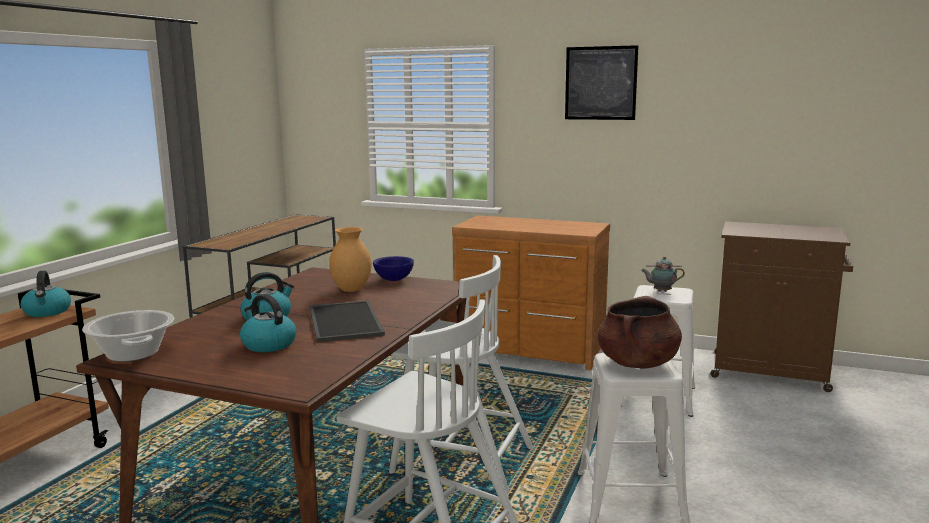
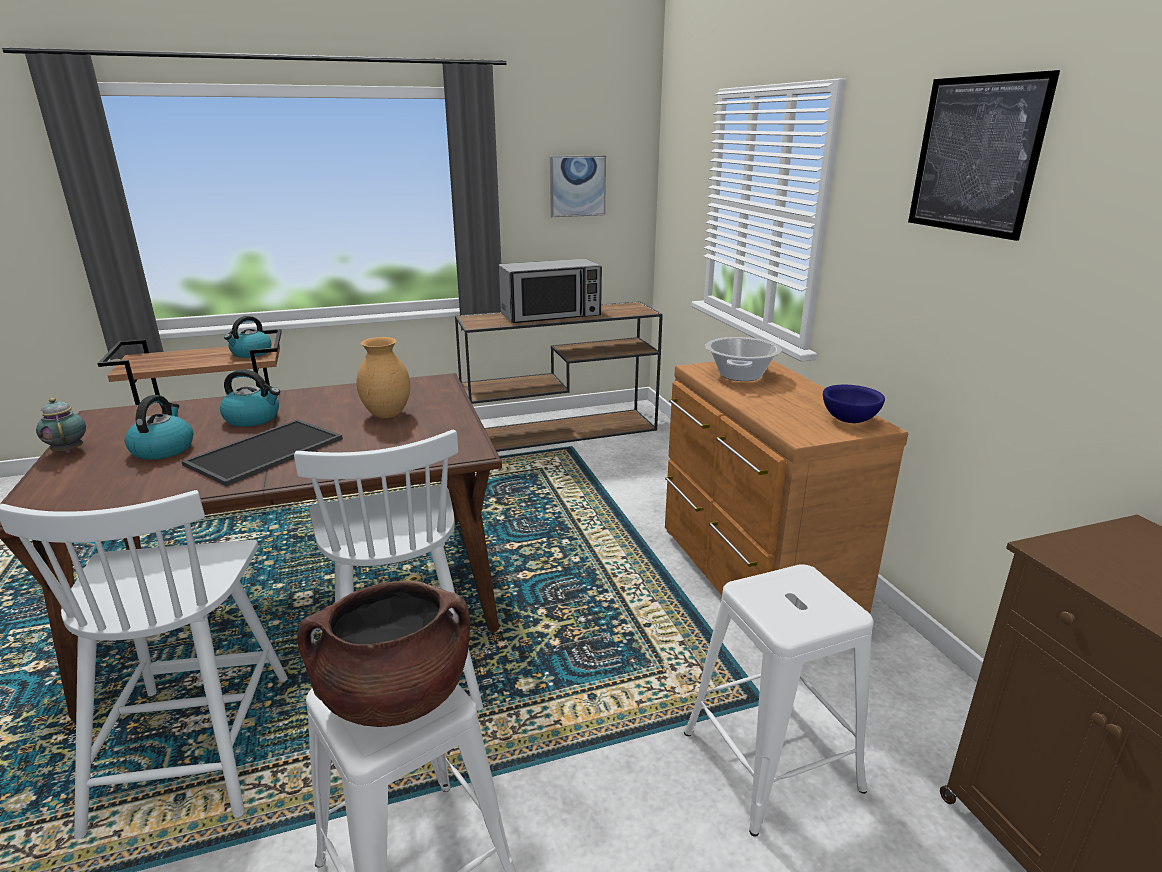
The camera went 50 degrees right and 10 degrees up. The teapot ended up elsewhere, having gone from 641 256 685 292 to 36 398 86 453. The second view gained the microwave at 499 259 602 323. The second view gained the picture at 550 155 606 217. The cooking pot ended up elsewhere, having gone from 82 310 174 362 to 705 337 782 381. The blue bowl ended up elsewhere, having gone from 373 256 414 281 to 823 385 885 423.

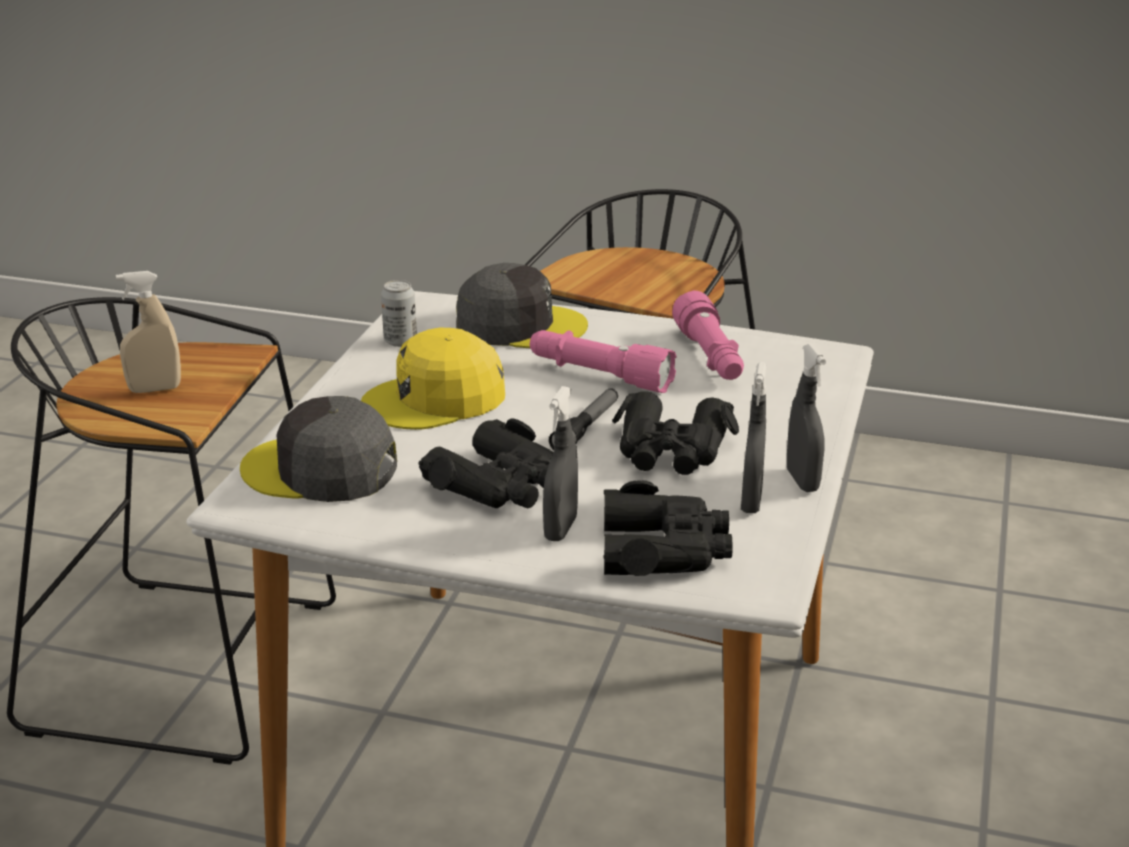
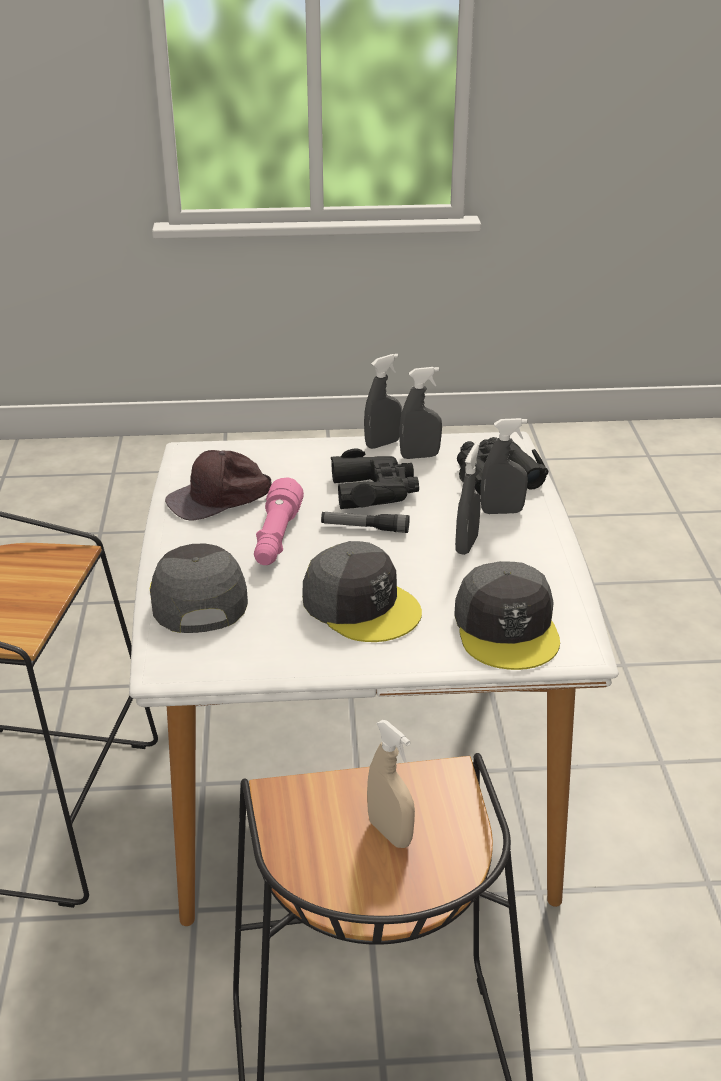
The camera went 110 degrees left and 5 degrees up. Where the pink flashlight stood at 672 291 744 380, the brown cap came to stand at 165 450 272 521. What was the yellow cap at 361 328 505 430 turned into the grey cap at 302 541 422 642. Where the black binoculars stood at 418 418 554 508, the grey spray bottle came to stand at 455 442 481 555. The second view lost the can at 381 280 417 347.

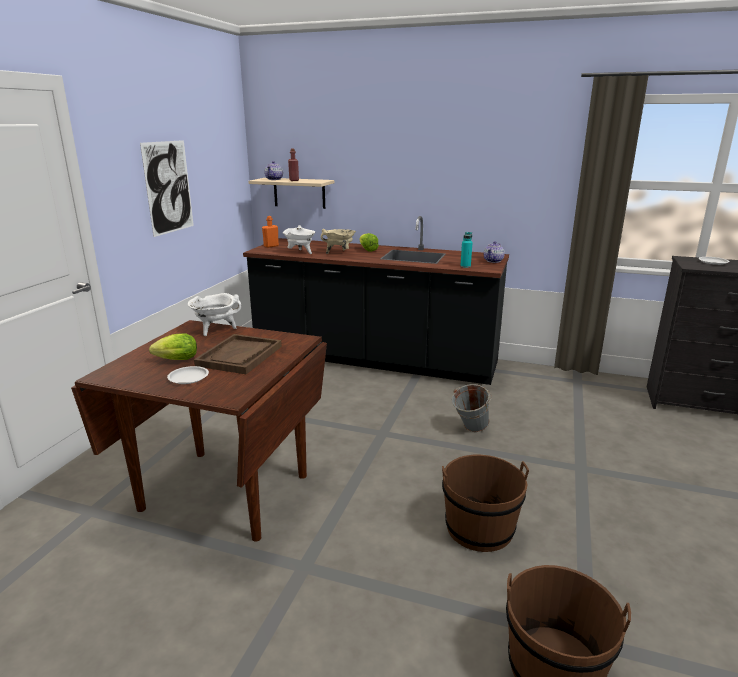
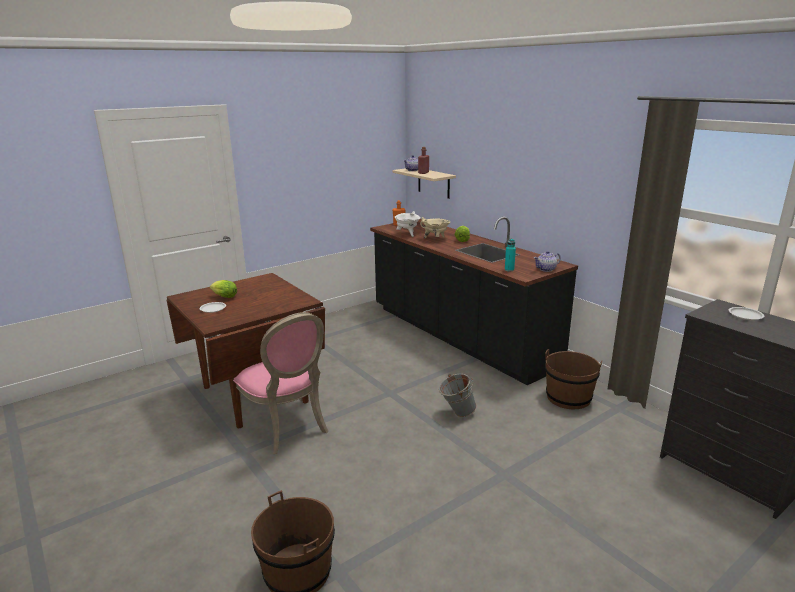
The camera went 35 degrees right and 0 degrees up. The second view gained the pink chair at 233 312 328 454. The brown bucket ended up elsewhere, having gone from 442 455 529 552 to 545 349 602 409. The second view lost the picture at 140 140 194 237. The second view lost the white cooking pot at 188 293 241 336. The second view lost the brown tray at 194 334 282 374.

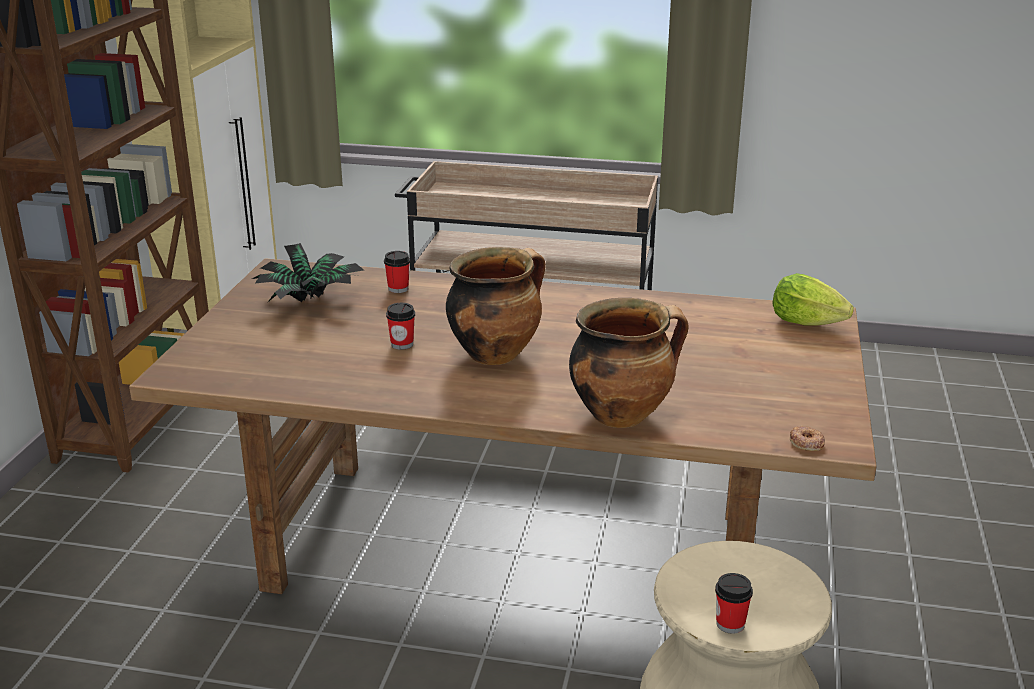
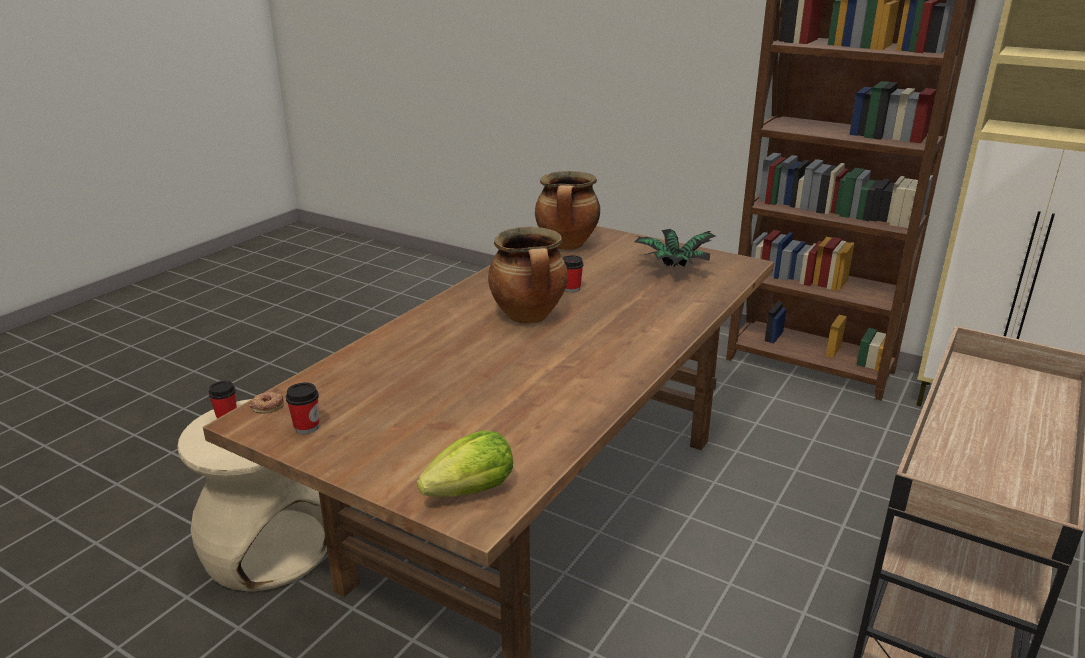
The camera went 110 degrees right and 0 degrees up. The cup ended up elsewhere, having gone from 384 251 410 293 to 286 383 319 434. The cooking pot ended up elsewhere, having gone from 569 298 689 428 to 535 171 600 250.

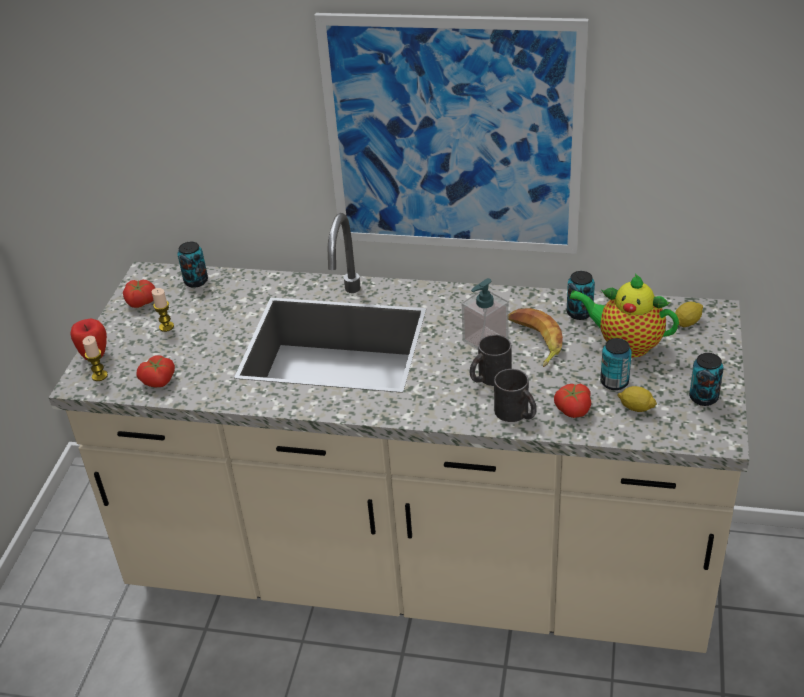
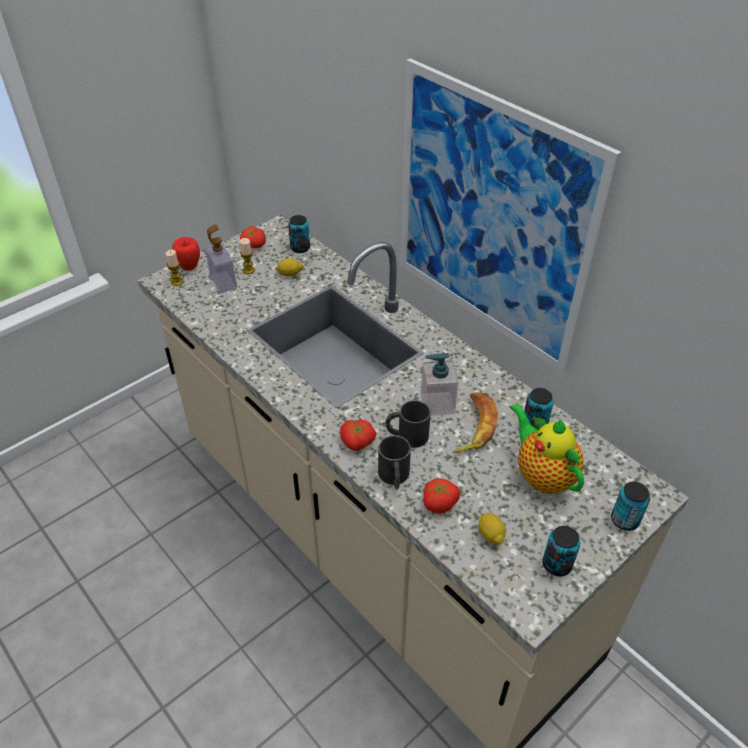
The camera went 35 degrees right and 5 degrees up. The second view gained the soap dispenser at 205 224 237 293. The lemon ended up elsewhere, having gone from 675 302 703 327 to 275 258 304 276. The tomato ended up elsewhere, having gone from 136 355 175 387 to 340 419 377 451. The can ended up elsewhere, having gone from 600 338 632 390 to 611 482 650 531.

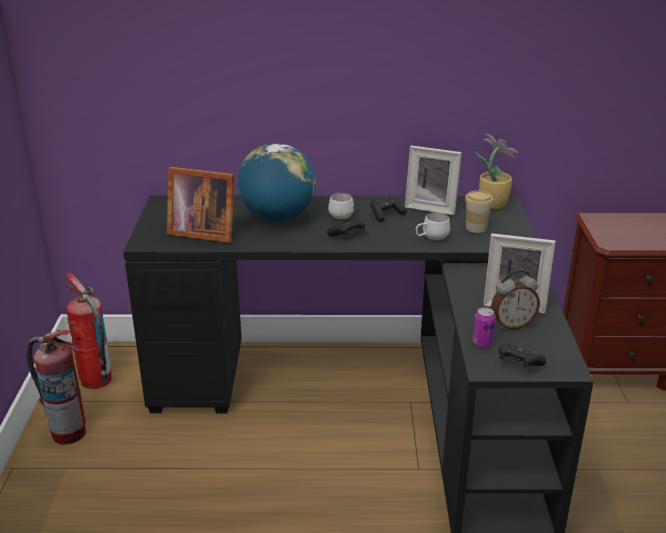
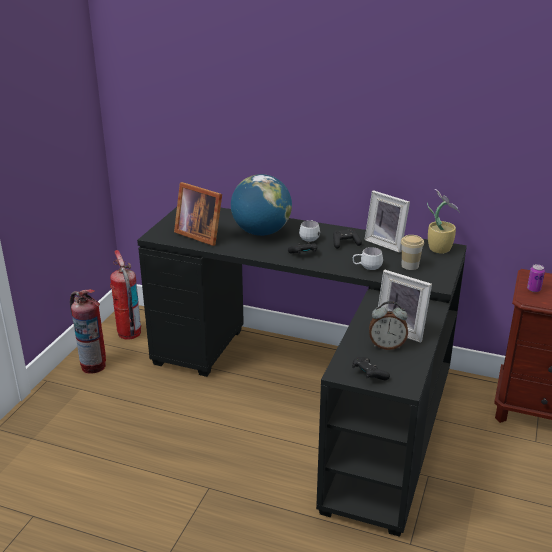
The camera went 20 degrees right and 0 degrees up. The can ended up elsewhere, having gone from 473 307 496 348 to 527 264 545 292.

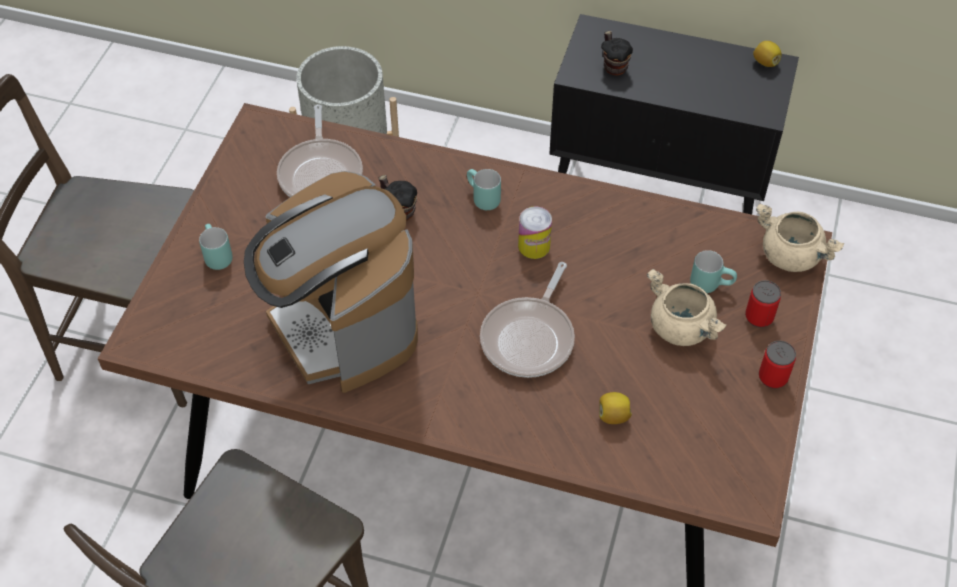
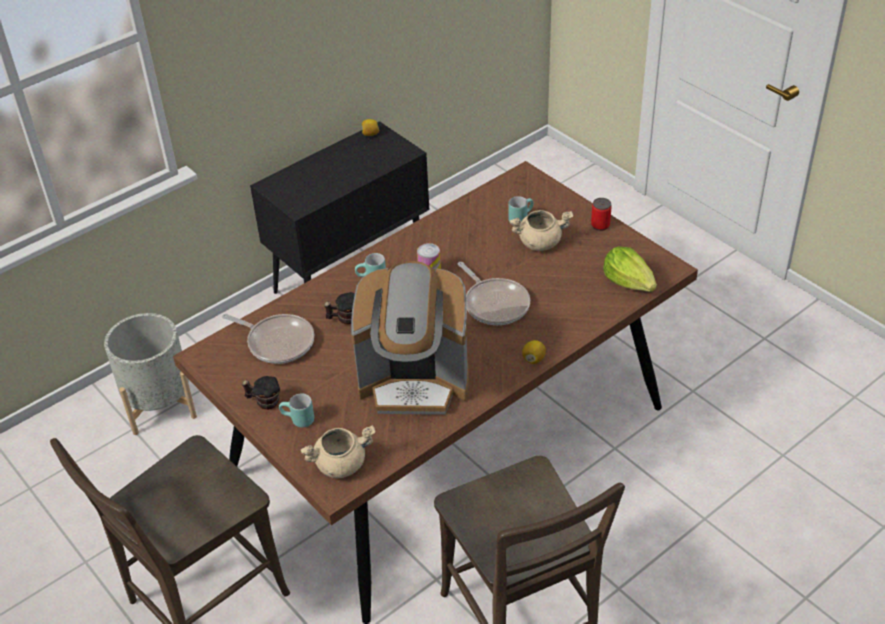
The camera went 55 degrees left and 10 degrees down. The mug ended up elsewhere, having gone from 601 31 633 76 to 242 376 280 410. The beige cooking pot ended up elsewhere, having gone from 756 204 845 272 to 301 425 376 478. The lemon ended up elsewhere, having gone from 599 392 632 424 to 522 340 546 364. The second view gained the lettuce at 603 246 657 292. The second view lost the can at 745 280 781 328.

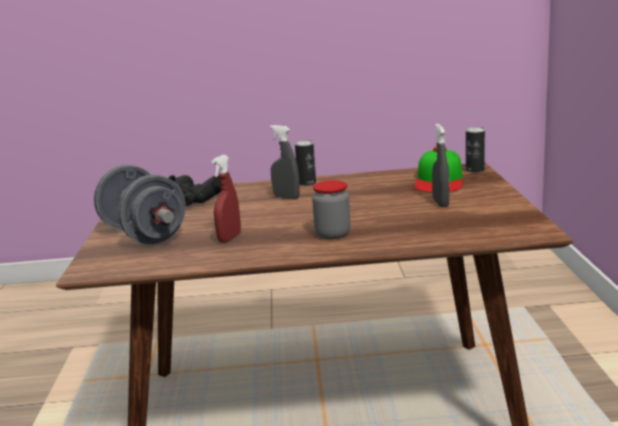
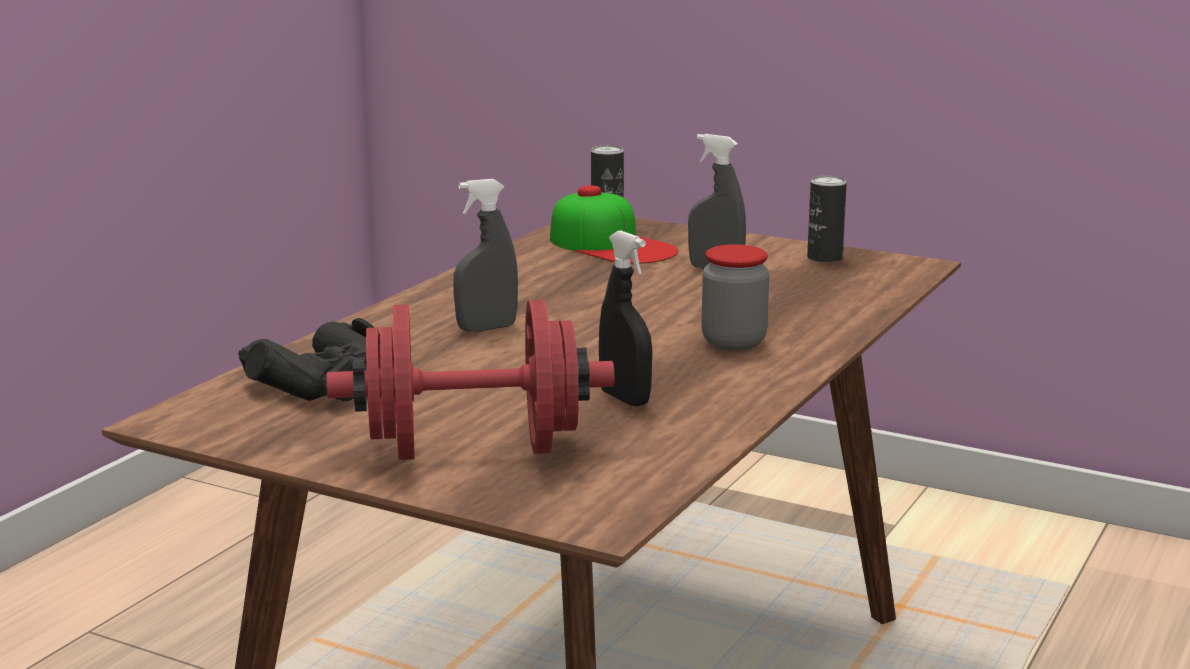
The camera went 60 degrees left and 0 degrees up. What was the grey dumbbell at 94 165 186 245 turned into the red dumbbell at 326 300 615 460. What was the red spray bottle at 211 155 241 243 turned into the black spray bottle at 599 230 652 406. The can ended up elsewhere, having gone from 295 140 316 186 to 807 175 847 263.

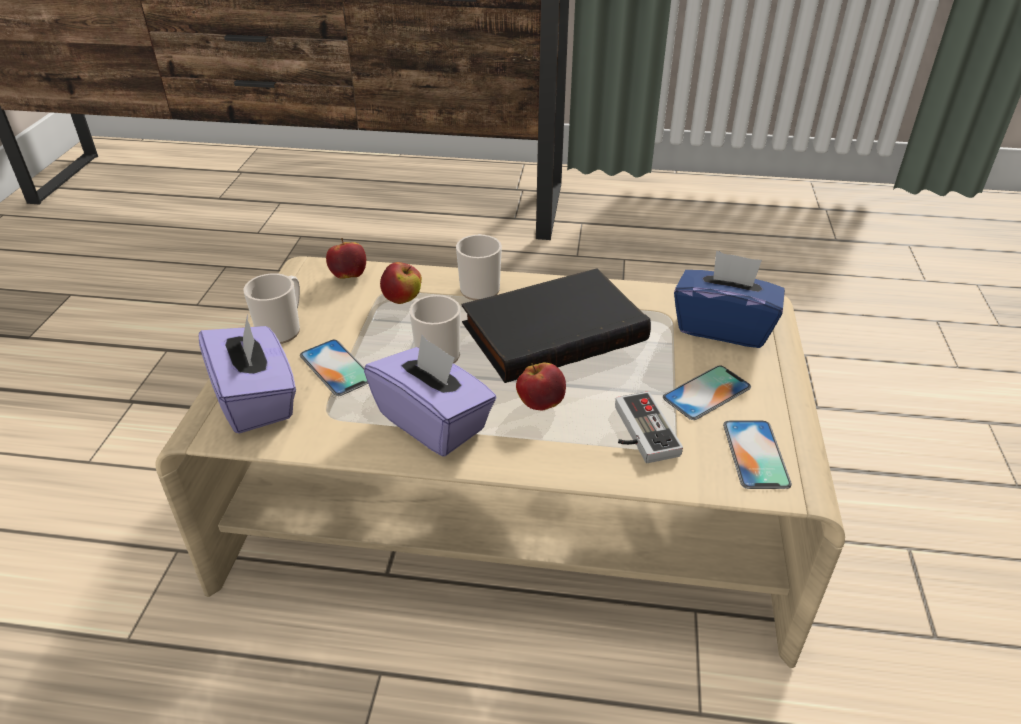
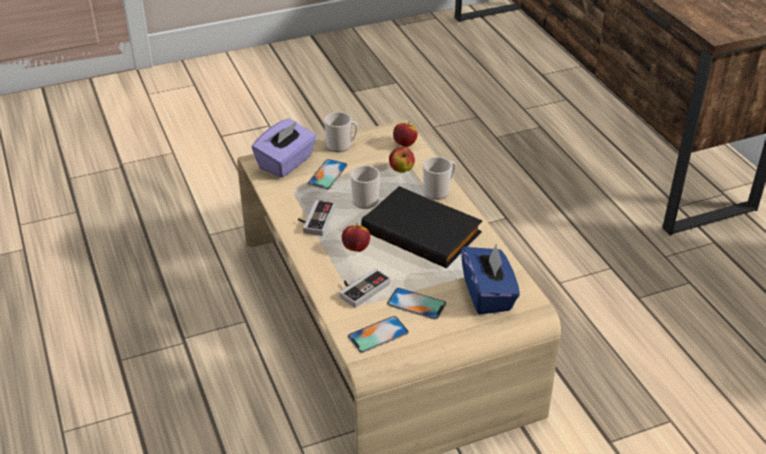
The camera went 60 degrees right and 0 degrees up. Where the purple tissue box stood at 364 335 497 457, the game controller came to stand at 298 200 335 236.

